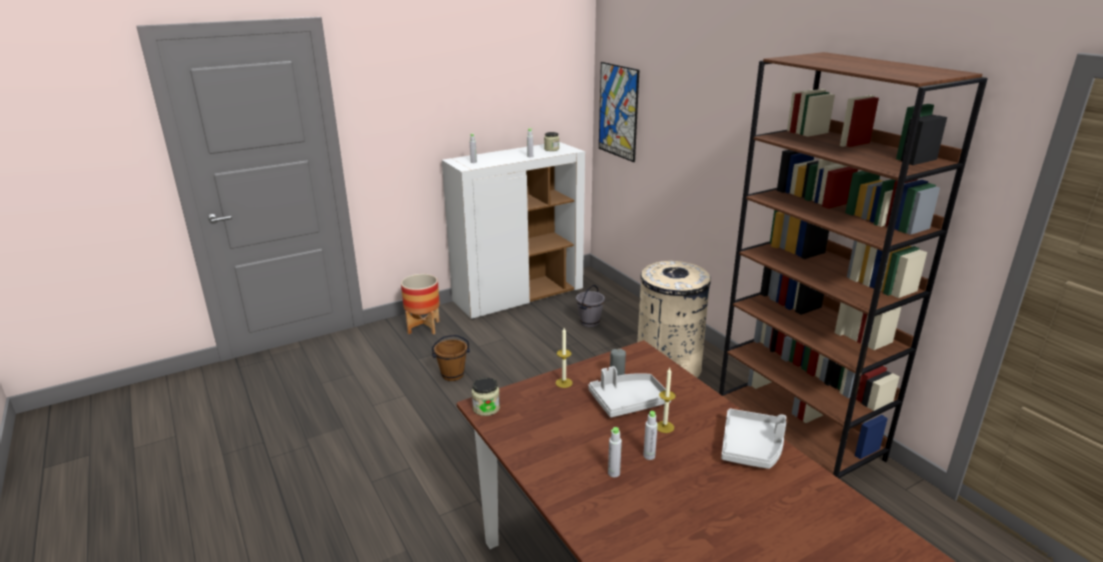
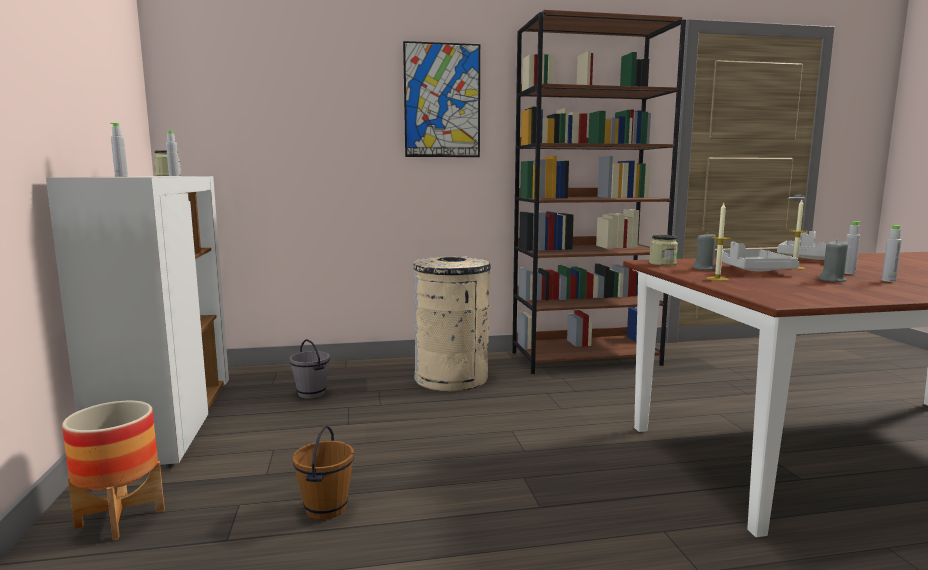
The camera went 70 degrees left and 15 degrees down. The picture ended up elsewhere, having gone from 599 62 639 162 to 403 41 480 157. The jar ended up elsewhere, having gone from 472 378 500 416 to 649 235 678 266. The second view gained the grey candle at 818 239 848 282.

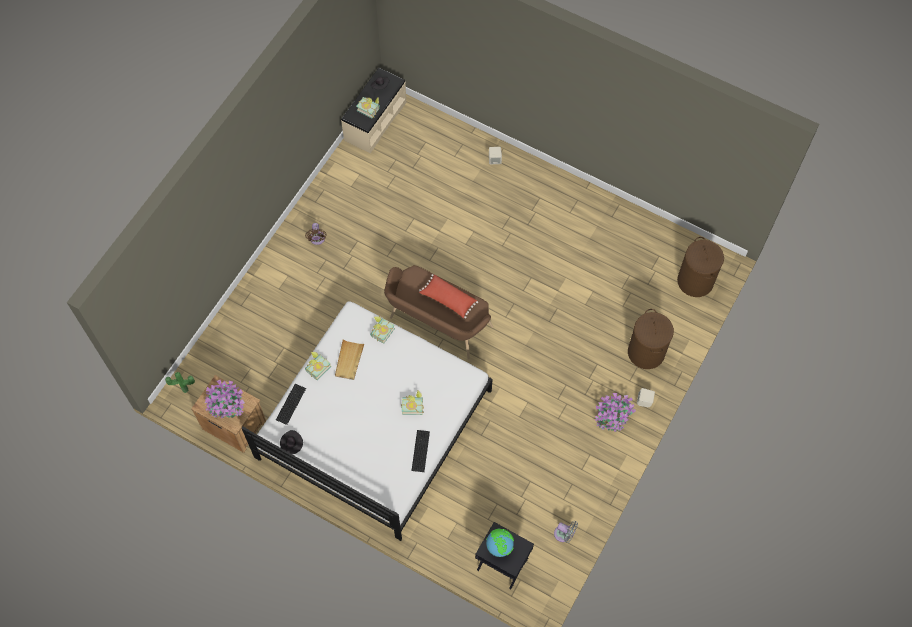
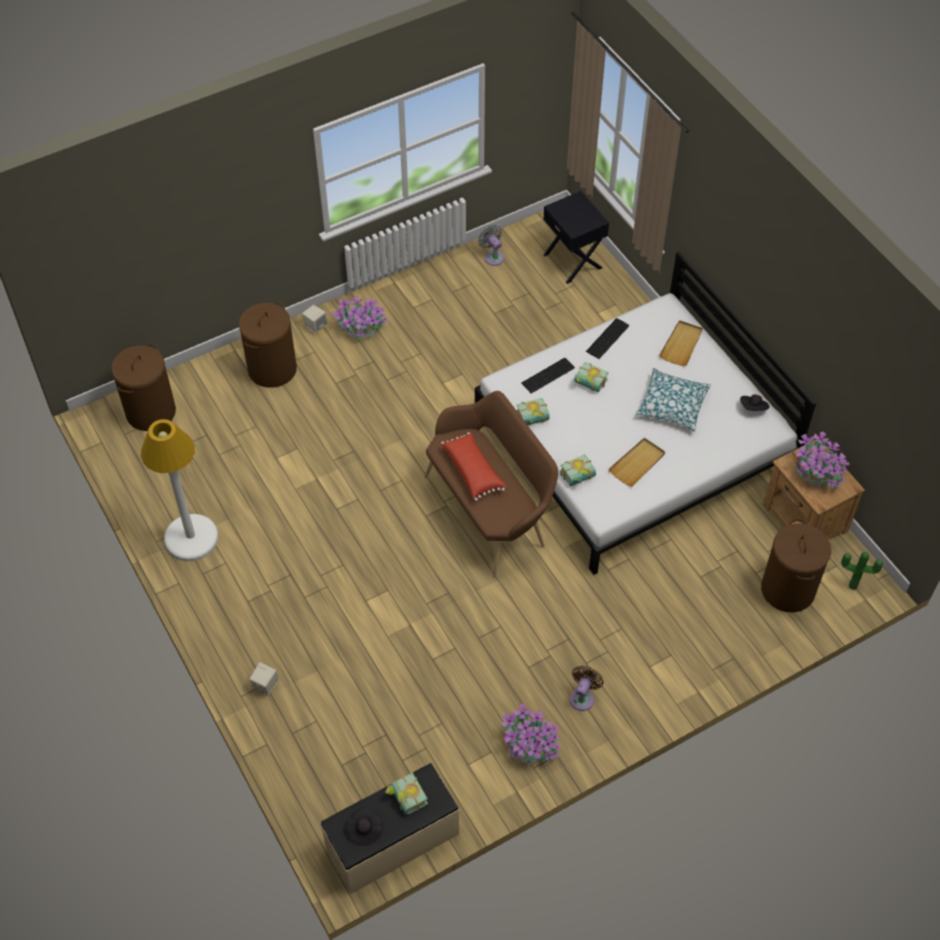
The camera went 150 degrees left and 10 degrees down. The second view gained the white floor lamp at 141 419 218 561. The second view gained the potted plant at 500 704 561 765. The book ended up elsewhere, having gone from 305 352 331 380 to 516 398 550 425. The keyboard ended up elsewhere, having gone from 276 384 306 425 to 521 358 575 394. The second view gained the pillow at 636 368 711 432. The second view gained the beige tray at 659 320 703 366. The second view gained the brown laundry basket at 761 519 831 613. The second view lost the globe at 486 529 514 557.

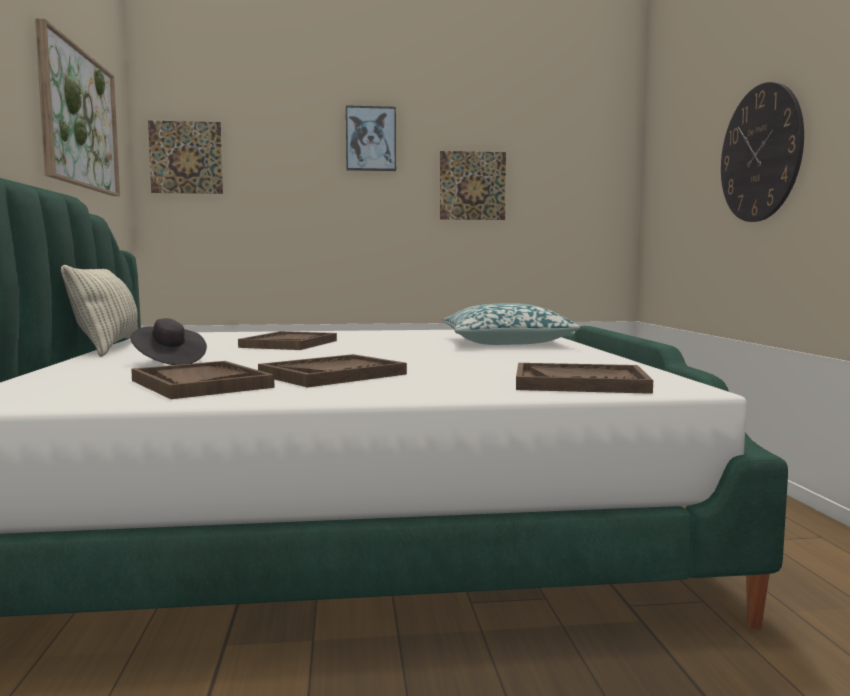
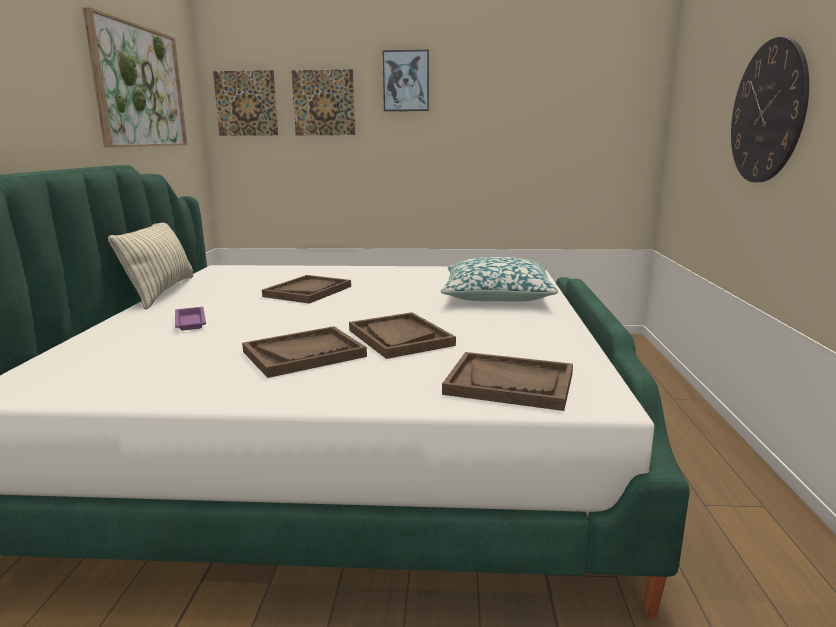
The camera went 10 degrees right and 10 degrees up. Where the black hat stood at 130 318 207 365, the purple tray came to stand at 175 307 206 331. The picture ended up elsewhere, having gone from 440 151 506 220 to 291 69 355 135. The brown tray ended up elsewhere, having gone from 131 361 274 399 to 349 312 456 359.

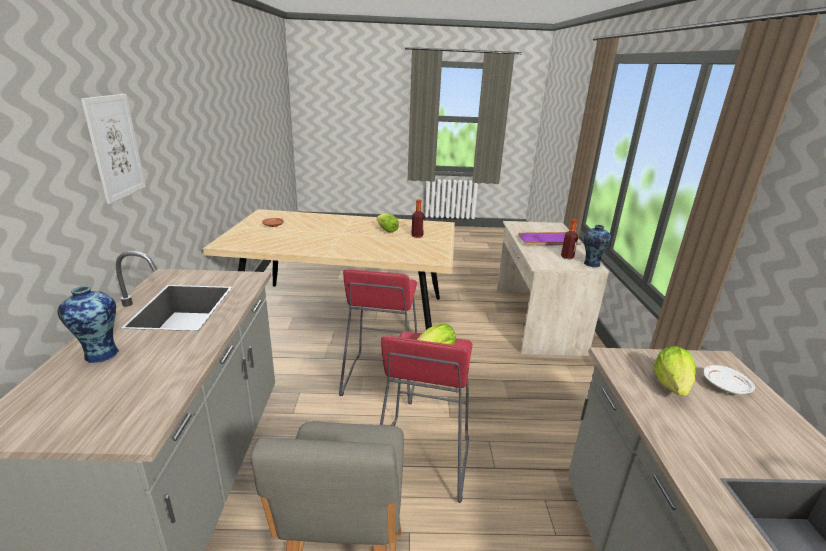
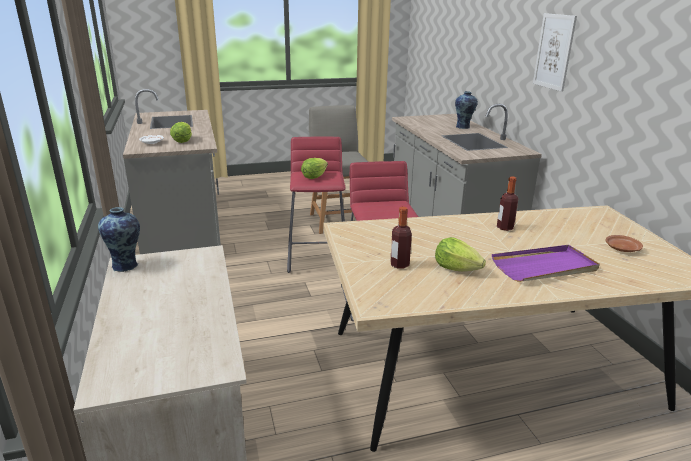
The camera went 165 degrees right and 0 degrees up. The purple tray ended up elsewhere, having gone from 518 232 581 246 to 492 245 600 282. The bottle ended up elsewhere, having gone from 561 219 578 259 to 497 177 518 231.

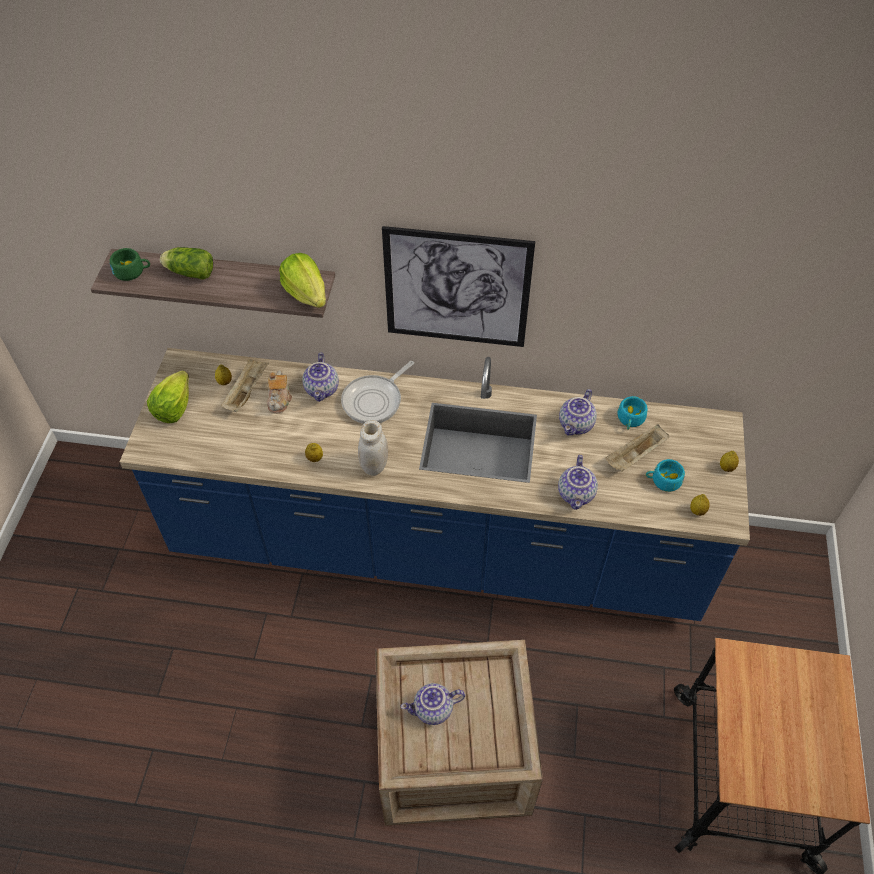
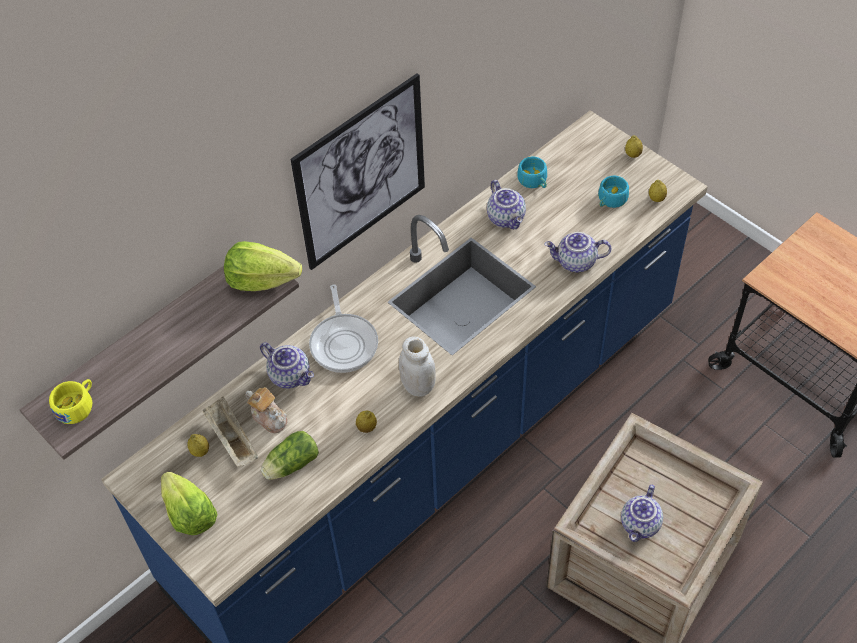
The camera went 50 degrees left and 0 degrees up. What was the green cup at 110 248 150 281 turned into the yellow cup at 49 379 92 424. The lettuce ended up elsewhere, having gone from 160 247 213 280 to 261 431 319 480. The teapot at 558 455 598 510 ended up facing another way, 135 degrees clockwise from before. The second view lost the beige tray at 605 424 669 472.

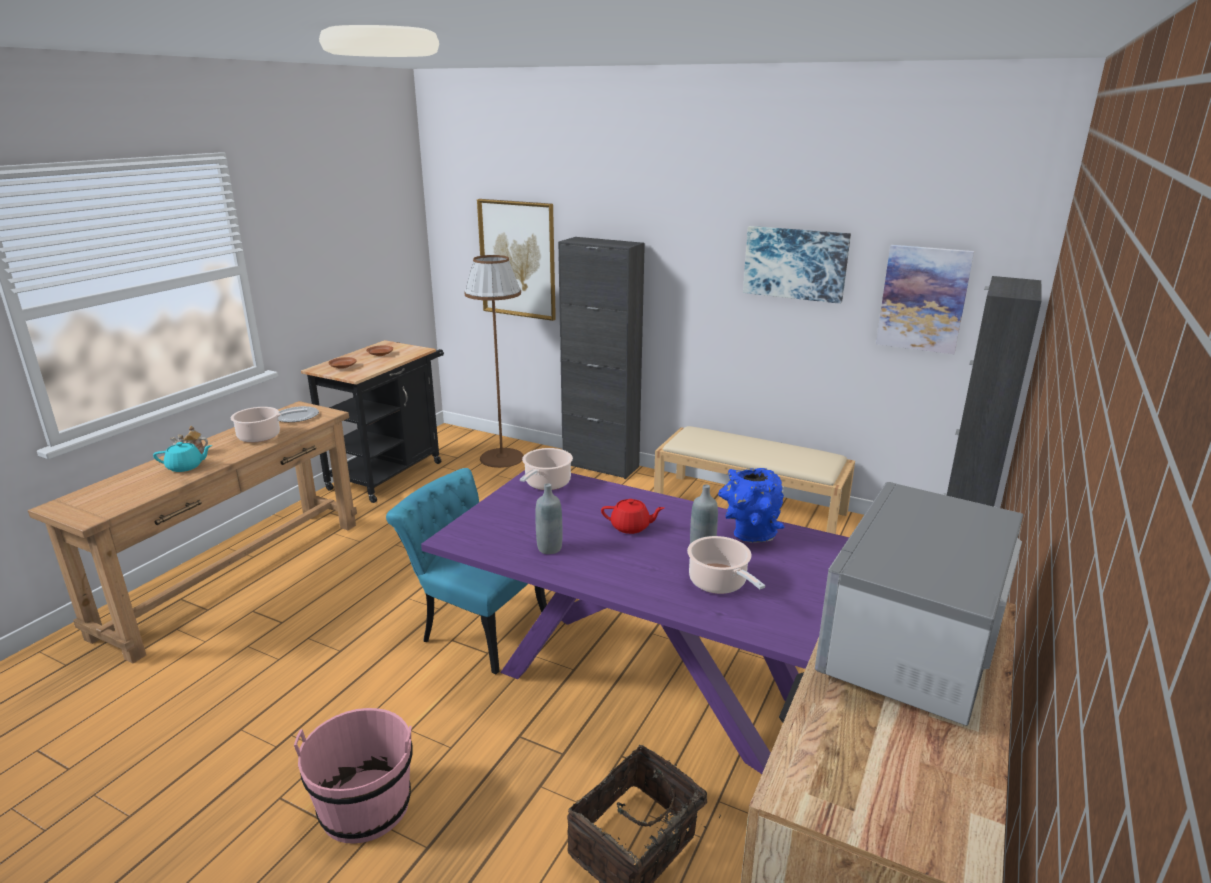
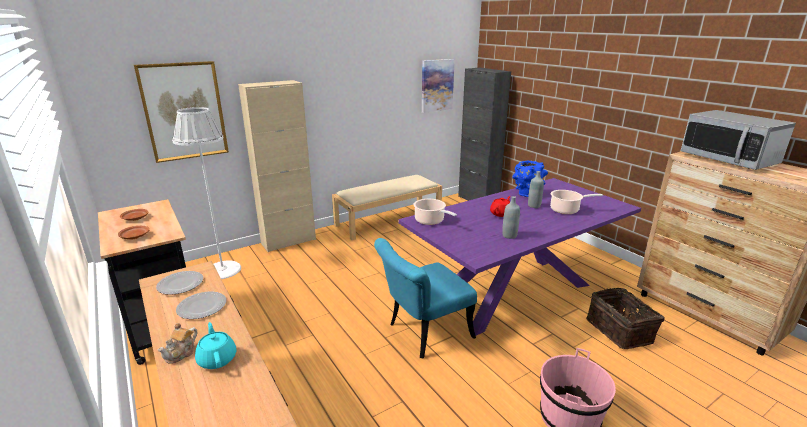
The camera went 60 degrees left and 0 degrees up. What was the brown floor lamp at 464 255 523 468 turned into the white floor lamp at 172 107 241 279. Where the cooking pot stood at 231 407 308 443, the plate came to stand at 176 291 226 319. The turquoise teapot at 153 442 212 472 ended up facing another way, 45 degrees counterclockwise from before. What was the black cabinet at 558 237 645 479 turned into the beige cabinet at 238 80 316 252. The second view lost the picture at 743 226 851 304.

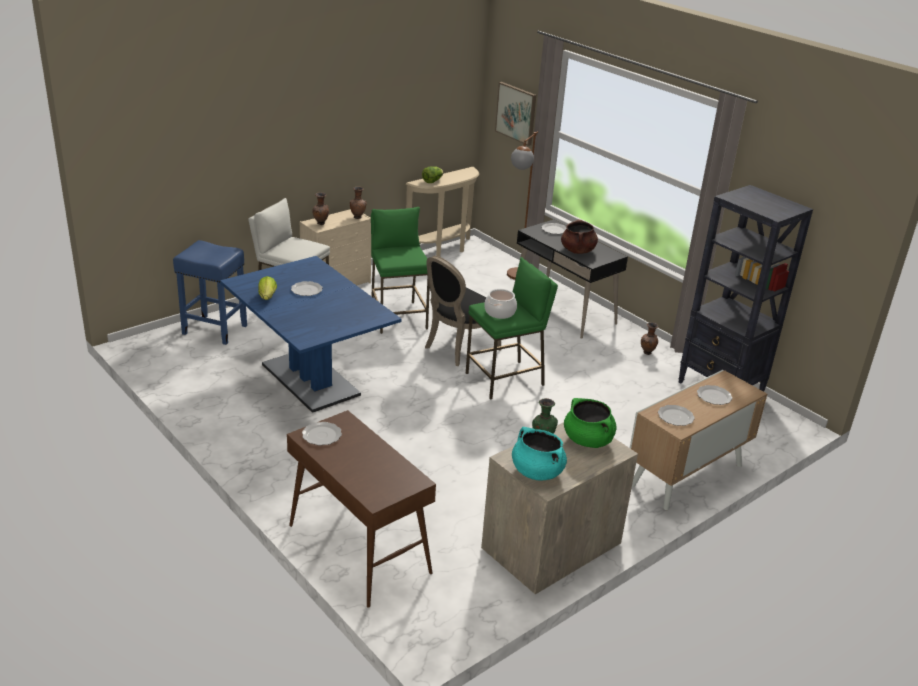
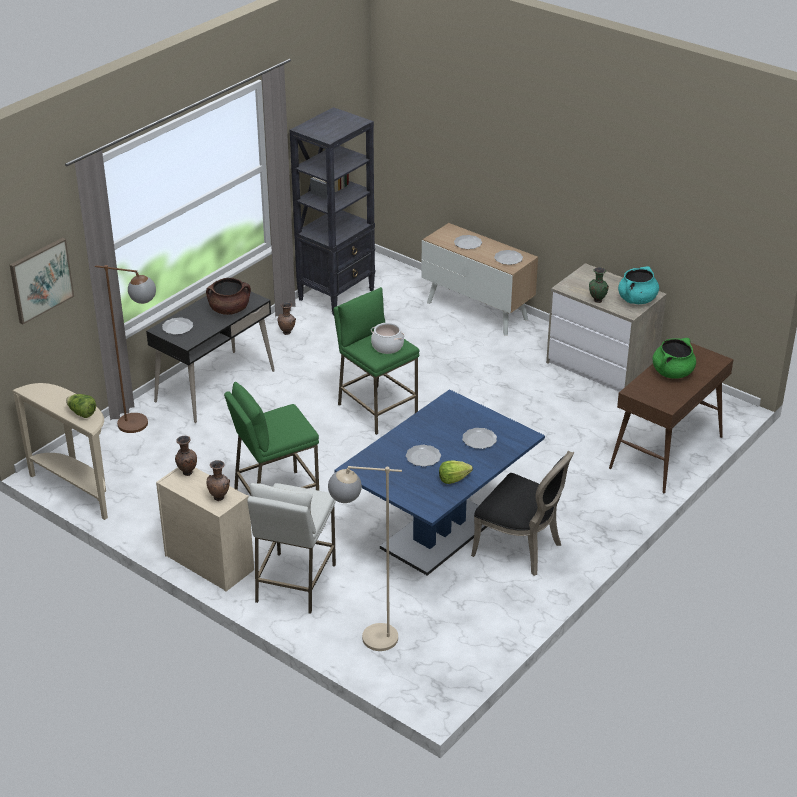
The camera went 100 degrees left and 5 degrees up. Where the blue stool stood at 173 240 247 345, the beige floor lamp came to stand at 328 466 402 651. The plate ended up elsewhere, having gone from 302 422 342 445 to 462 428 497 449. The black chair ended up elsewhere, having gone from 425 256 501 366 to 471 450 574 576. The green cooking pot ended up elsewhere, having gone from 564 398 617 448 to 653 338 696 379.

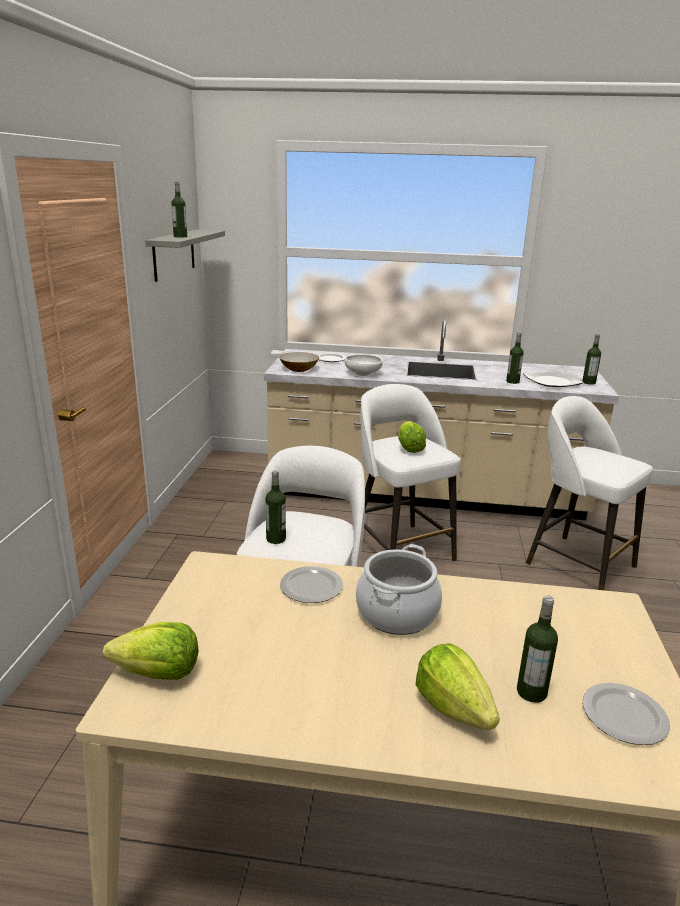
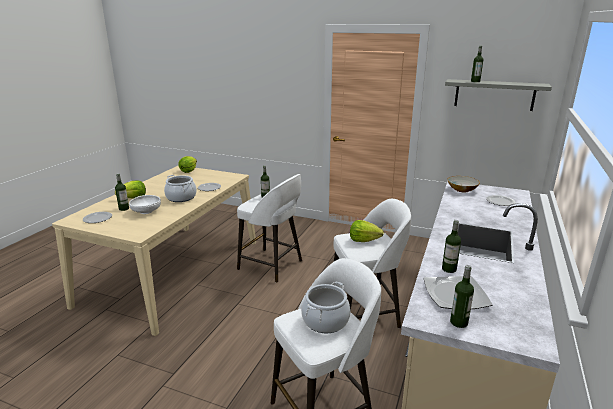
The camera went 105 degrees right and 0 degrees up. The white bowl ended up elsewhere, having gone from 345 354 383 376 to 129 195 161 214. The second view gained the cooking pot at 301 282 350 333.

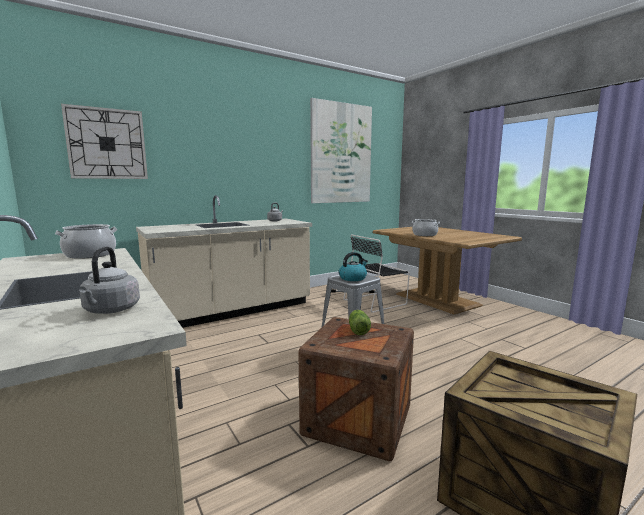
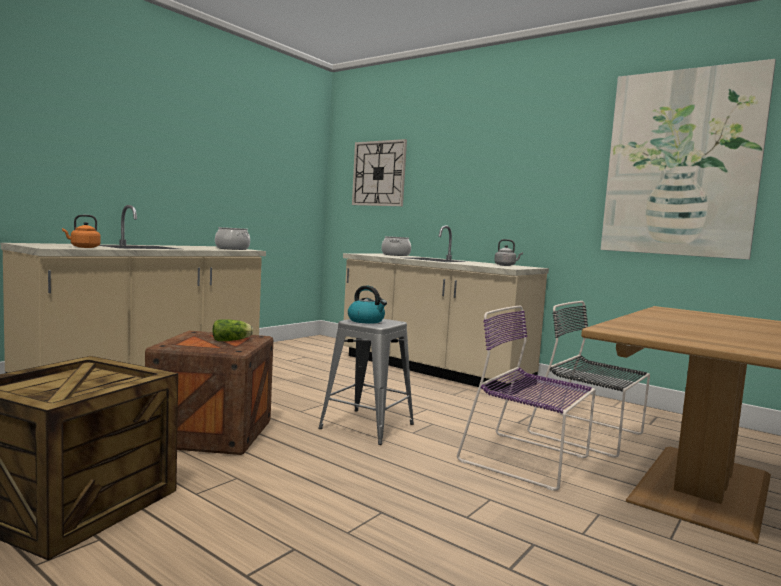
The camera went 70 degrees right and 5 degrees down. What was the grey kettle at 79 246 140 314 turned into the orange kettle at 62 215 101 248. The cooking pot ended up elsewhere, having gone from 412 219 440 236 to 381 236 411 256. The second view gained the purple chair at 457 305 596 491.

